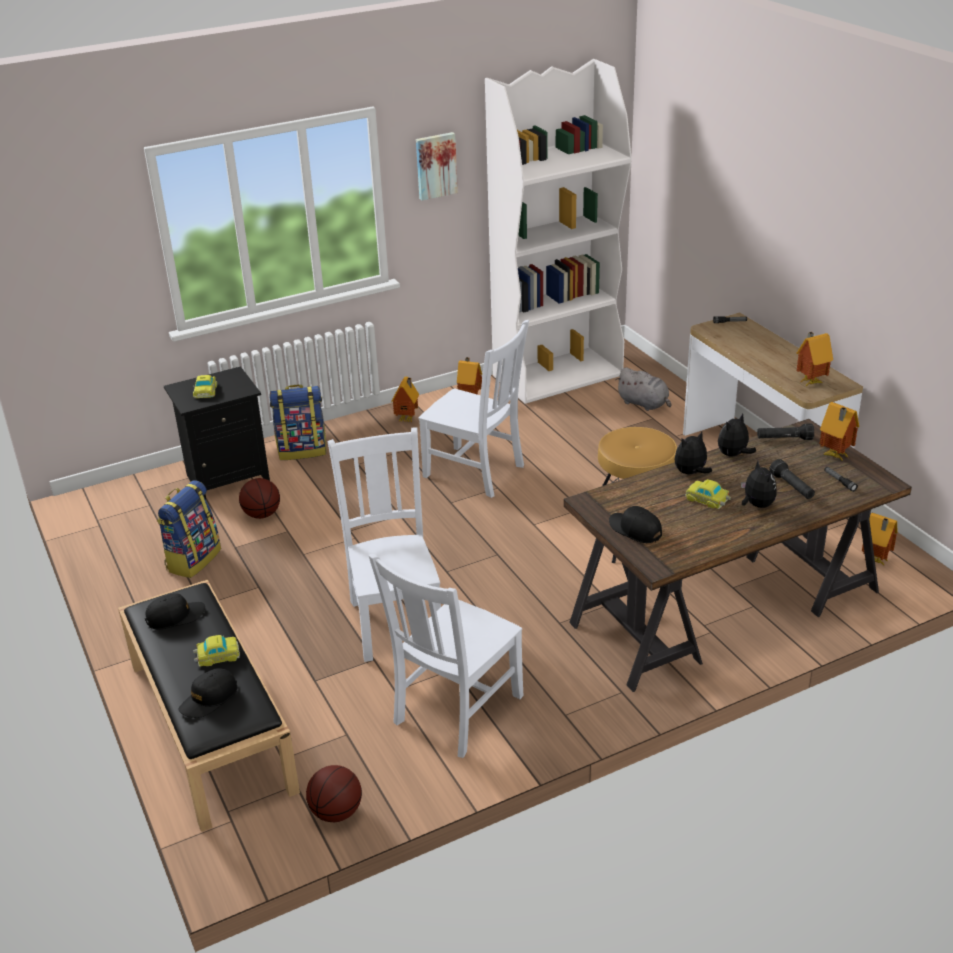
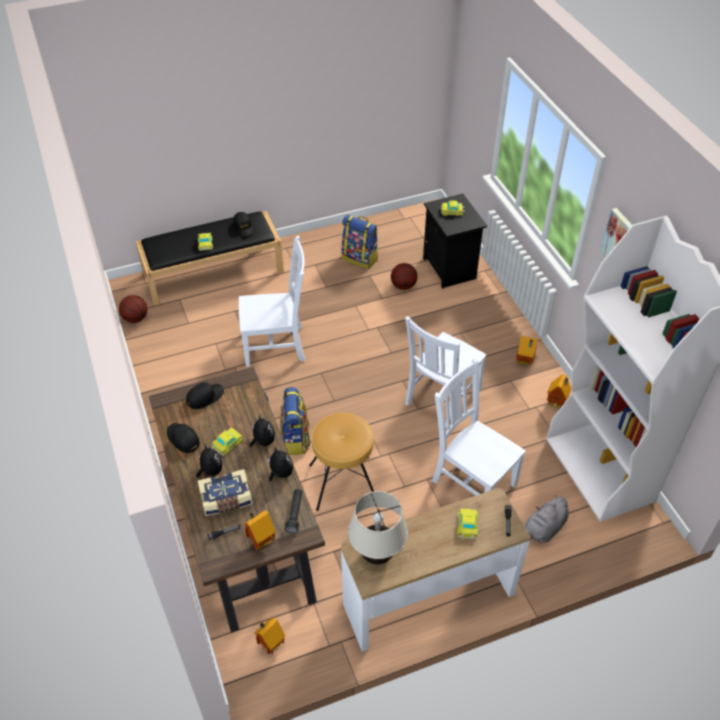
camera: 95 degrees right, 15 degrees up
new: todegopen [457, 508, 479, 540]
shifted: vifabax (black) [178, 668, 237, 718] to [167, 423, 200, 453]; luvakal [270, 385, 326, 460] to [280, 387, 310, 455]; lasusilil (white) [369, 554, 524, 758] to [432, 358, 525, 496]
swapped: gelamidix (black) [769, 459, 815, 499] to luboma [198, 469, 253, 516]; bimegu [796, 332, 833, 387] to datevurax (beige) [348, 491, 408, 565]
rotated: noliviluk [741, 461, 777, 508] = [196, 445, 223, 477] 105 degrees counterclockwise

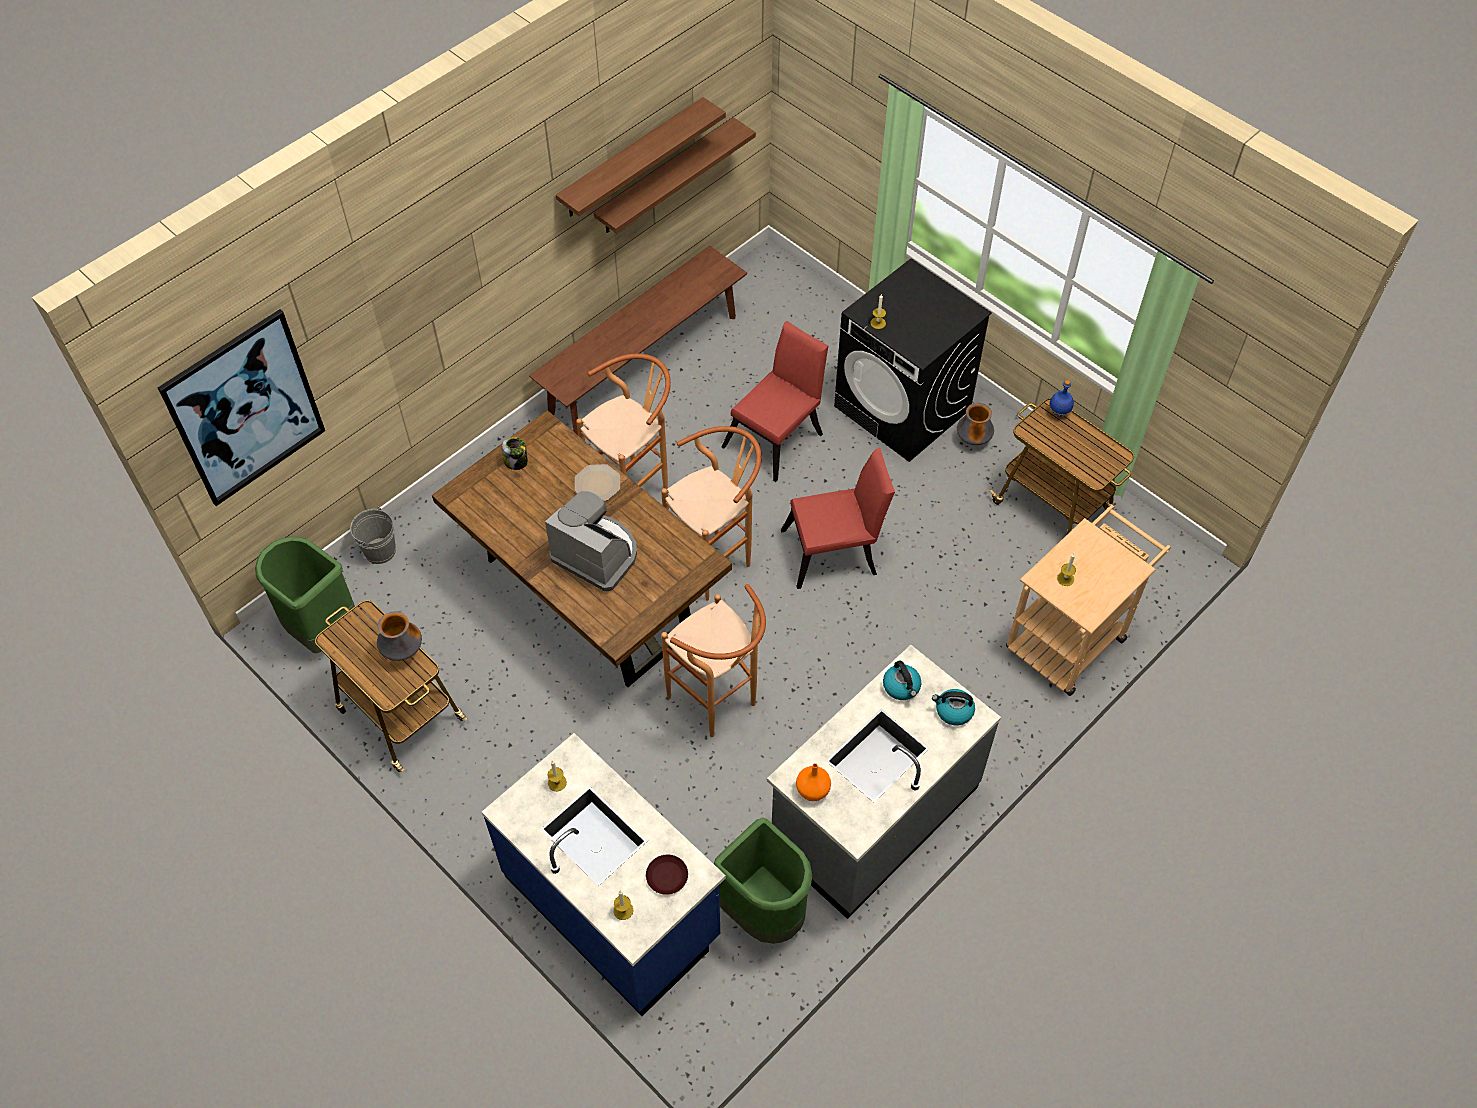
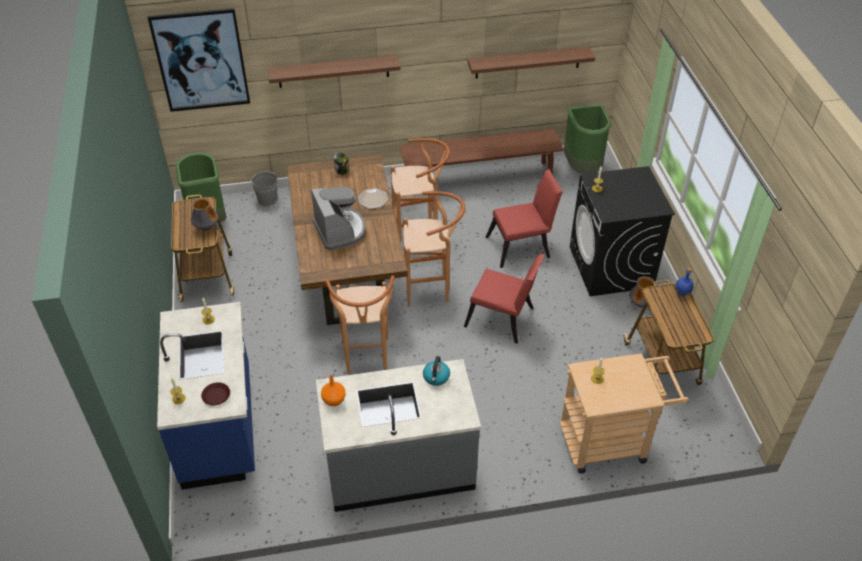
camera: 35 degrees right, 10 degrees down
gone: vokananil [932, 689, 975, 725]
shifted: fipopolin [556, 97, 726, 217] to [268, 55, 401, 88]; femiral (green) [714, 817, 812, 944] to [564, 104, 611, 174]

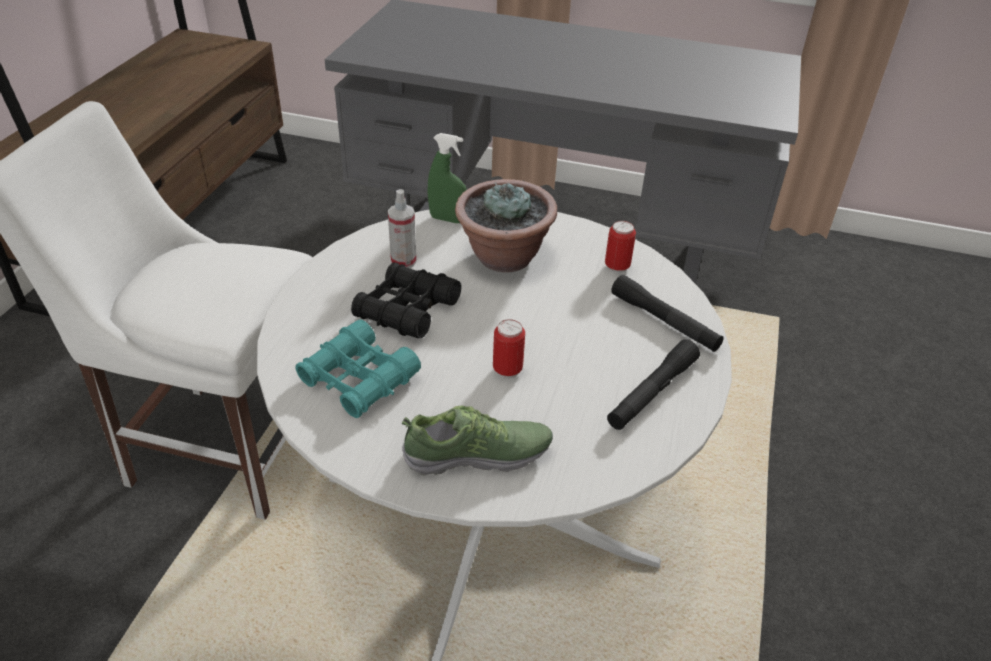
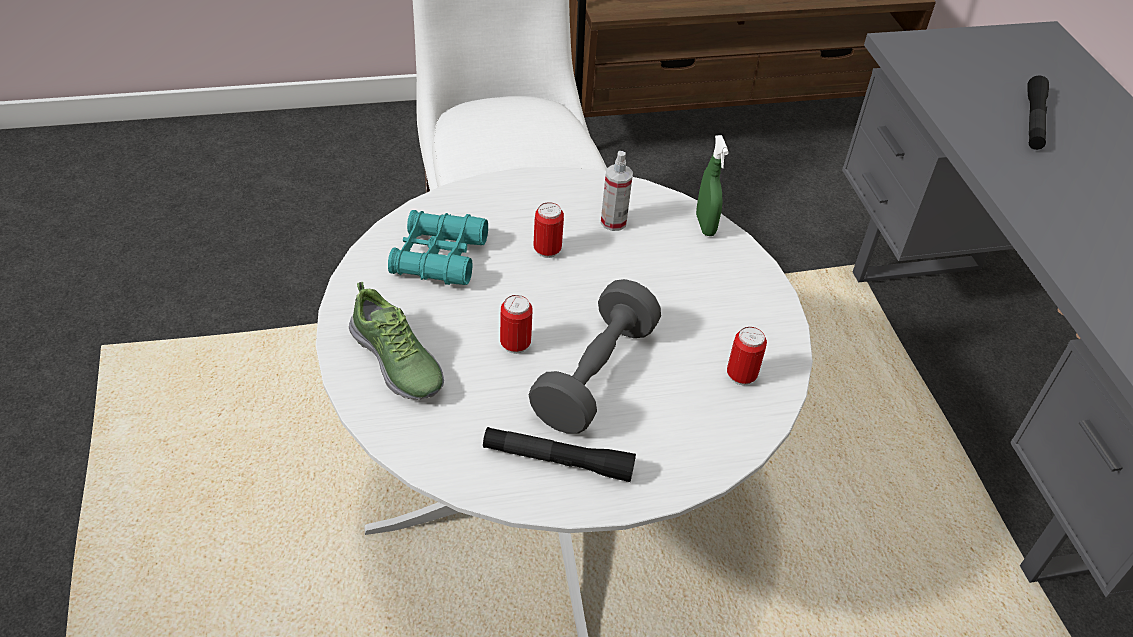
camera: 60 degrees right, 5 degrees up
gone: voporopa [455, 179, 557, 272]
new: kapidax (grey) [529, 279, 661, 434]
shifted: gelamidix (black) [611, 275, 724, 352] to [1027, 75, 1049, 150]
swapped: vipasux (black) [351, 262, 461, 338] to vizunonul [533, 202, 564, 258]

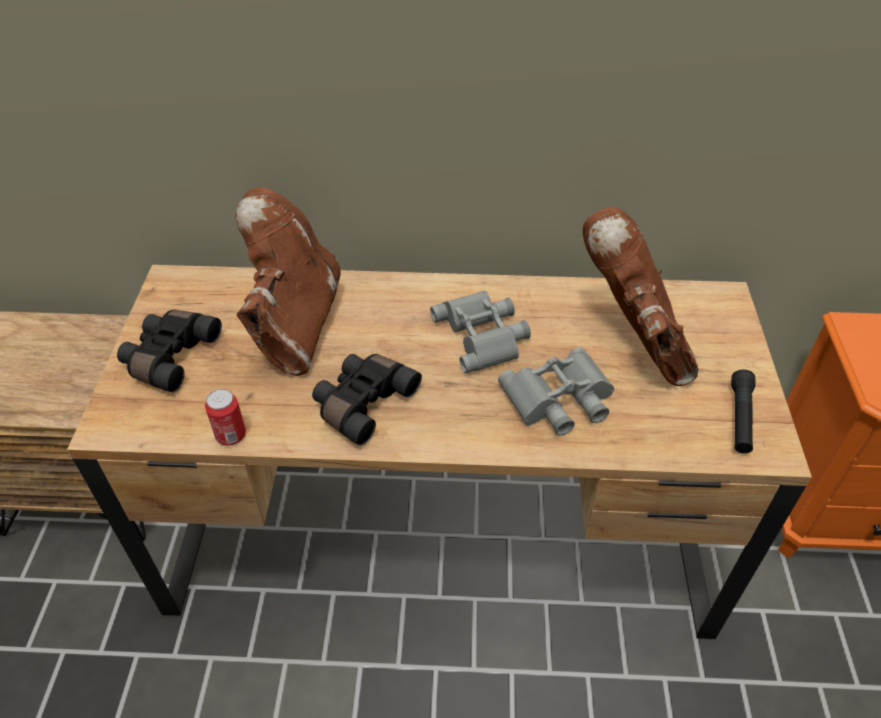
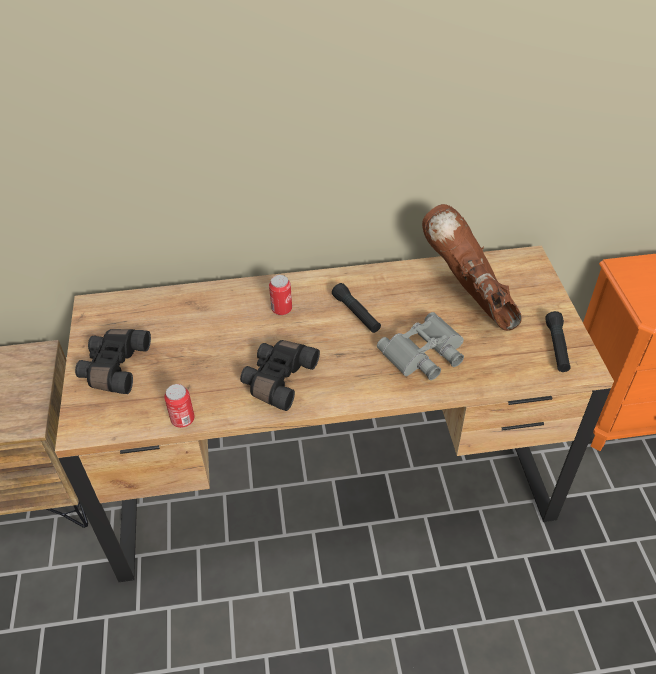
camera: 10 degrees left, 0 degrees up
gone: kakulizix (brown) [236, 187, 341, 376]
new: vizunonul [269, 275, 292, 315]
swapped: vipasux (grey) [430, 291, 531, 373] to gelamidix (black) [332, 283, 381, 333]

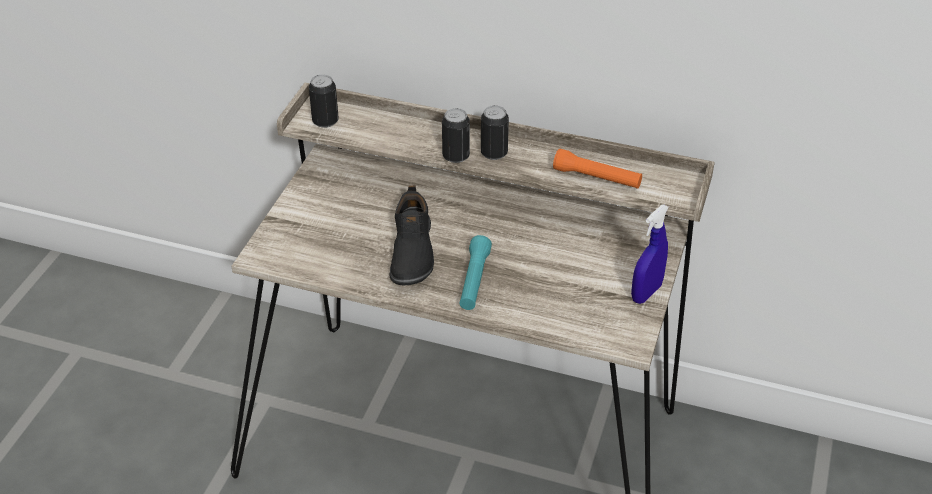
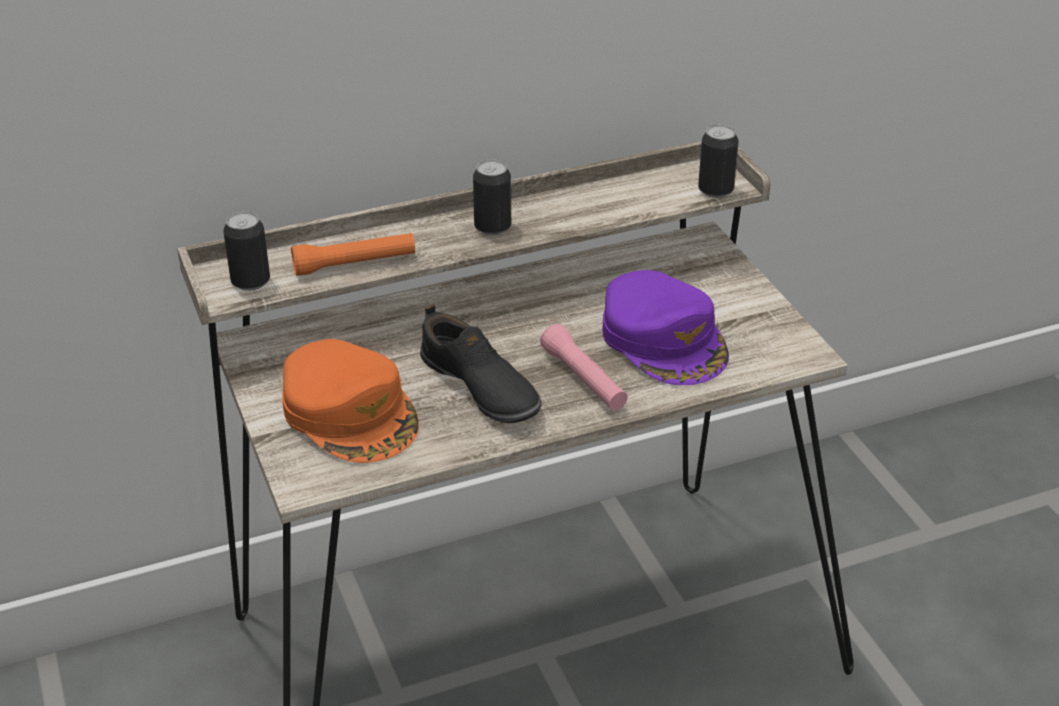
camera: 40 degrees left, 5 degrees down
gone: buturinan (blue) [631, 205, 669, 304]
new: vifabax (orange) [282, 339, 419, 463]; vifabax (purple) [603, 270, 729, 385]
shifted: vizunonul [442, 108, 470, 163] to [698, 124, 739, 198]; gelamidix (orange) [553, 148, 642, 189] to [291, 233, 415, 276]
repainted: gelamidix (turquoise) [459, 235, 492, 310] to gelamidix (pink) [540, 324, 628, 410]

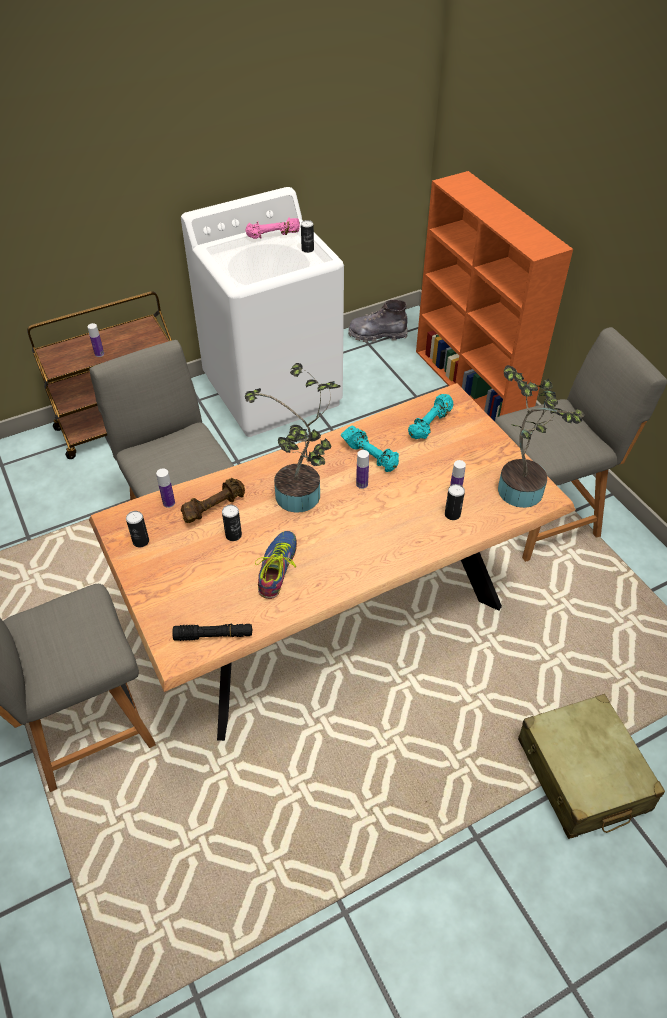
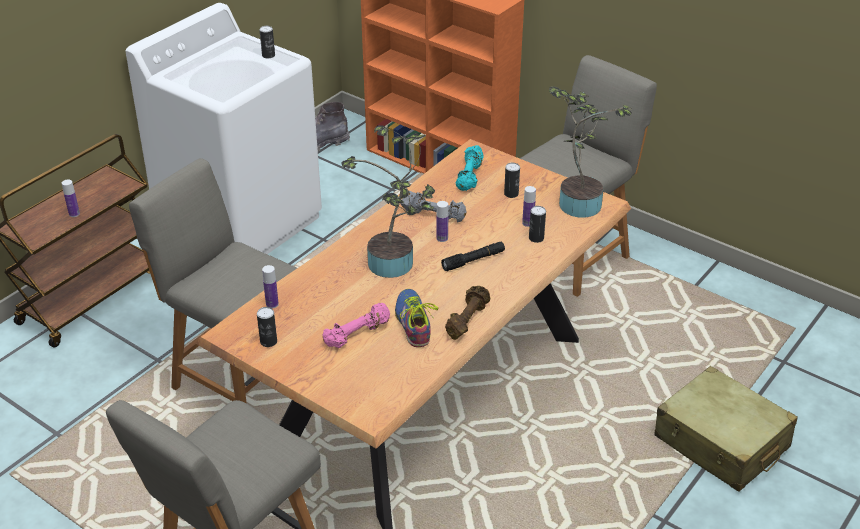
camera: 25 degrees left, 10 degrees down
shifted: gelamidix (black) [173, 623, 252, 641] to [441, 242, 505, 271]; kapidax (brown) [180, 478, 245, 523] to [445, 286, 490, 340]; vizunonul [222, 505, 242, 541] to [504, 163, 520, 198]; kapidax (pink) [245, 218, 300, 239] to [323, 303, 390, 348]
repainted: kapidax (turquoise) [341, 425, 399, 472] to kapidax (grey) [400, 191, 467, 222]

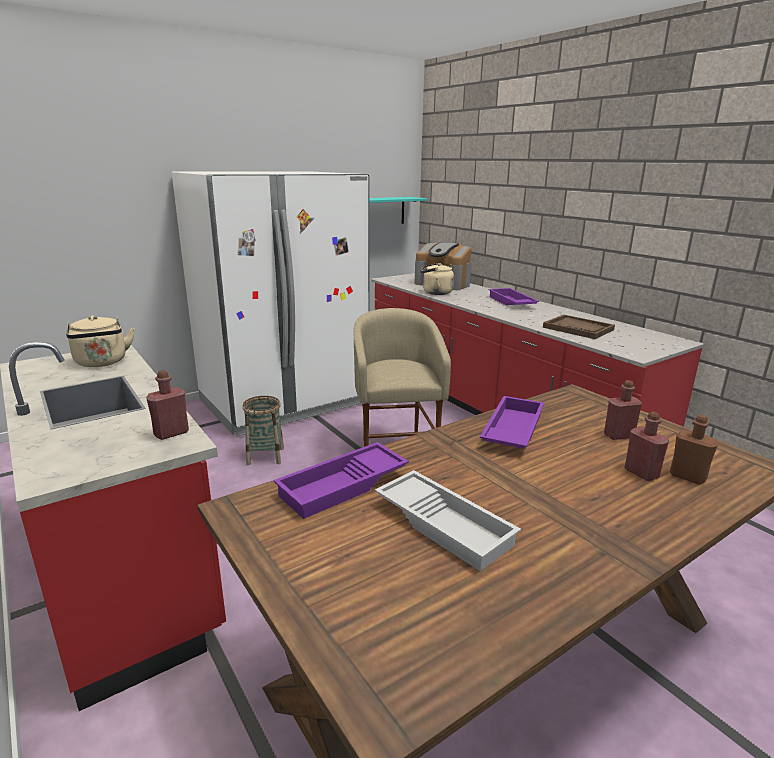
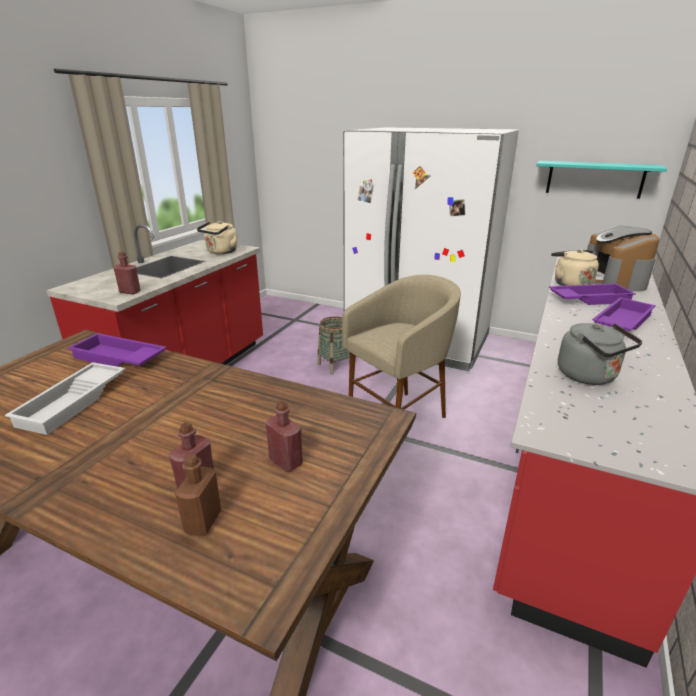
camera: 60 degrees right, 5 degrees up
shifted: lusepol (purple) [480, 396, 544, 449] to [549, 284, 636, 305]
swapped: lusepol (brown) [543, 315, 615, 339] to vokananil (grey) [558, 323, 642, 385]

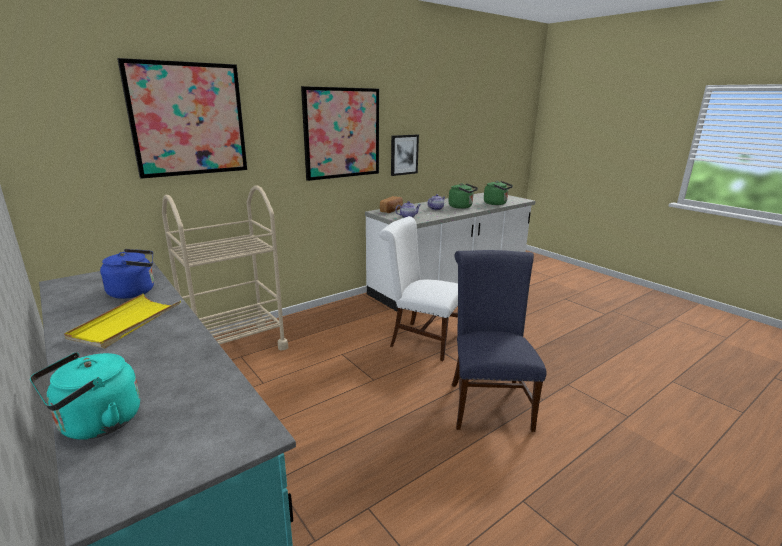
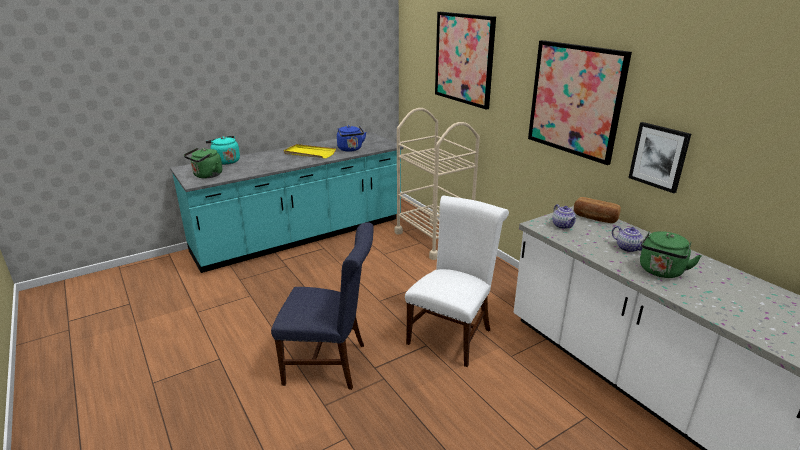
camera: 95 degrees right, 5 degrees up
shifted: vokananil (green) [484, 181, 513, 205] to [184, 148, 222, 178]

